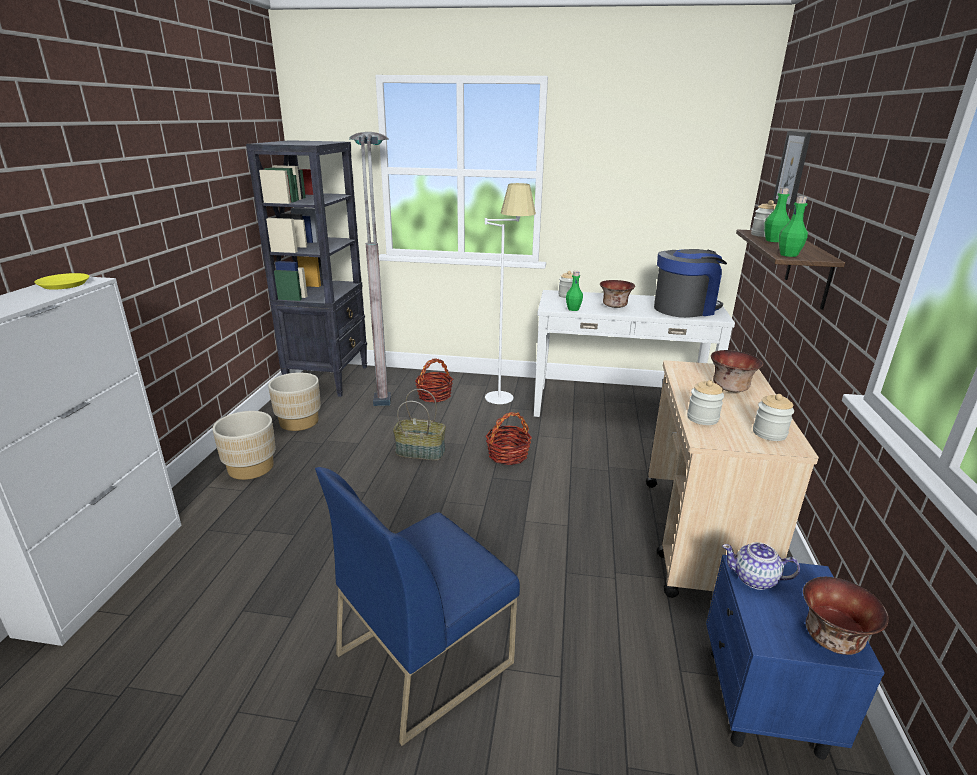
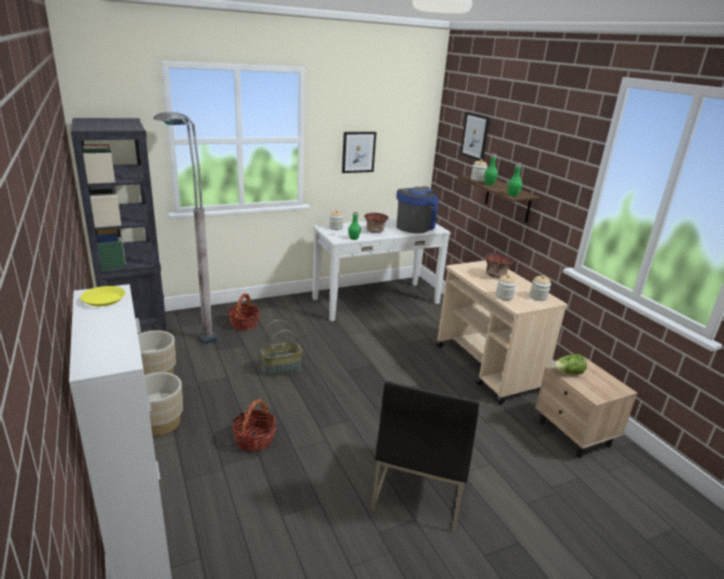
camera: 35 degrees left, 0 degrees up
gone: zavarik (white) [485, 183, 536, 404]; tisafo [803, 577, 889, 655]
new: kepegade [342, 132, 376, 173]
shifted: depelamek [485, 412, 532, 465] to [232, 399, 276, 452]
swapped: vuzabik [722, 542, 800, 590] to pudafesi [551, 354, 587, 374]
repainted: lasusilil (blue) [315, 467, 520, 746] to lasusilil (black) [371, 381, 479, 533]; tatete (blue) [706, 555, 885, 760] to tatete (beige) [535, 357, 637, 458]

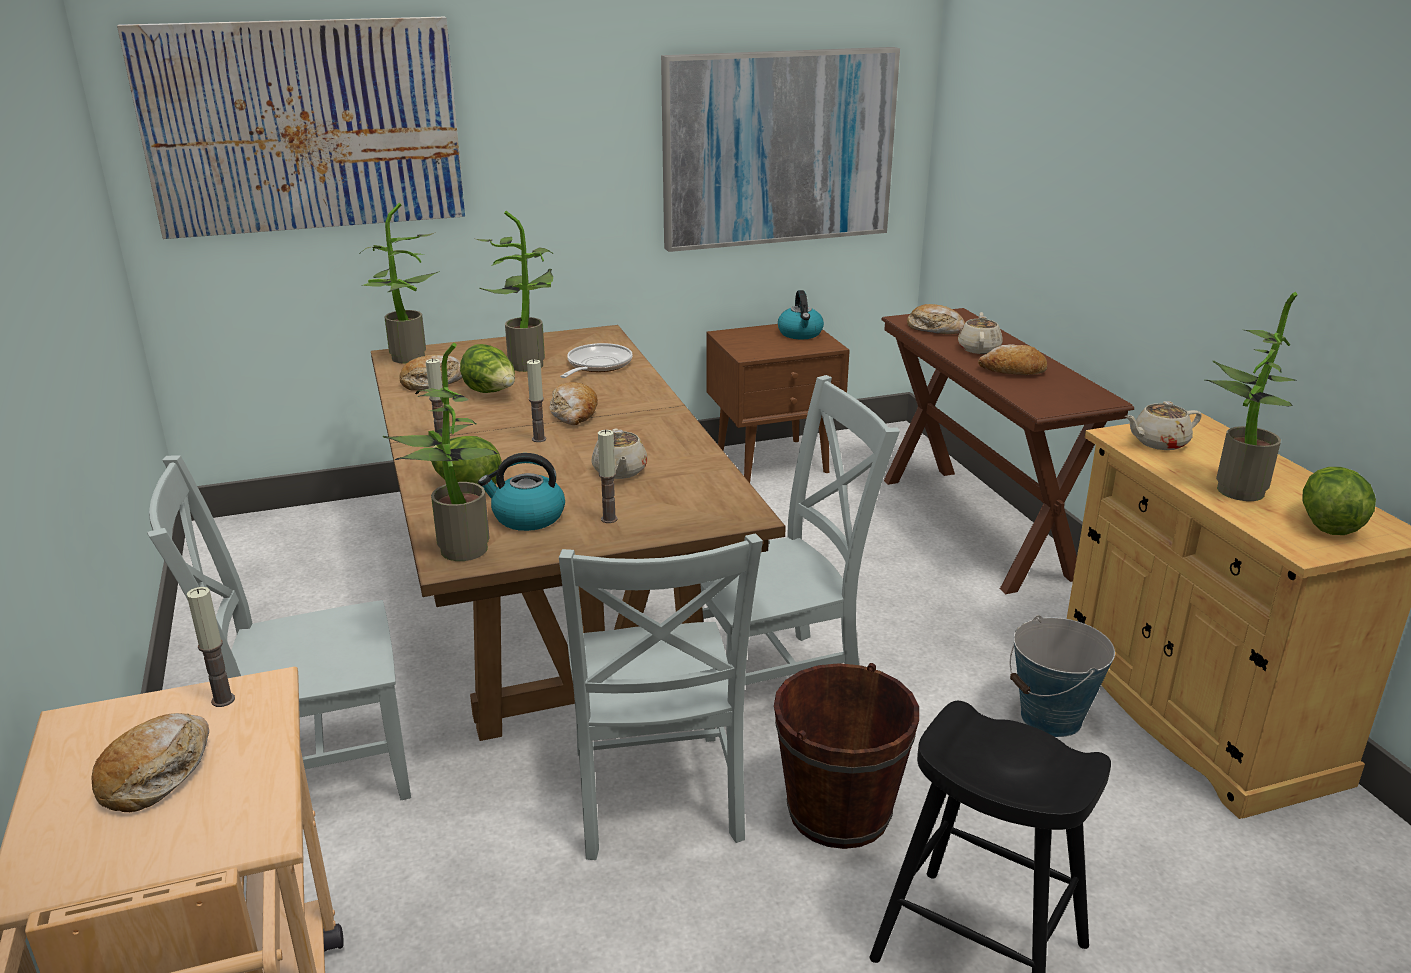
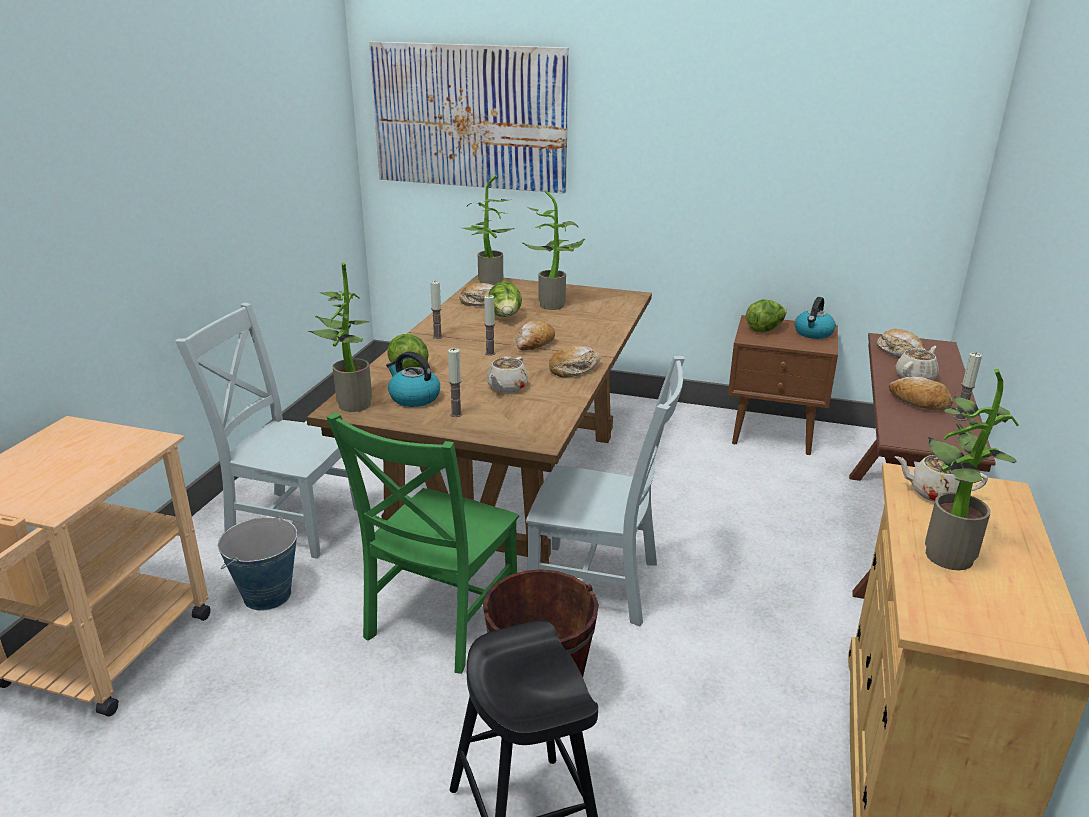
camera: 35 degrees right, 0 degrees up
gone: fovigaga [560, 343, 633, 378]; kepegade [661, 47, 900, 252]
shifted: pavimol [91, 713, 209, 812] to [549, 346, 601, 378]; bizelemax [187, 587, 235, 707] to [954, 353, 982, 421]; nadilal [1010, 615, 1115, 737] to [218, 516, 297, 611]; pudafesi [1302, 467, 1376, 535] to [746, 299, 787, 332]
repainted: lasusilil (grey) [559, 534, 763, 860] to lasusilil (green) [326, 413, 519, 674]

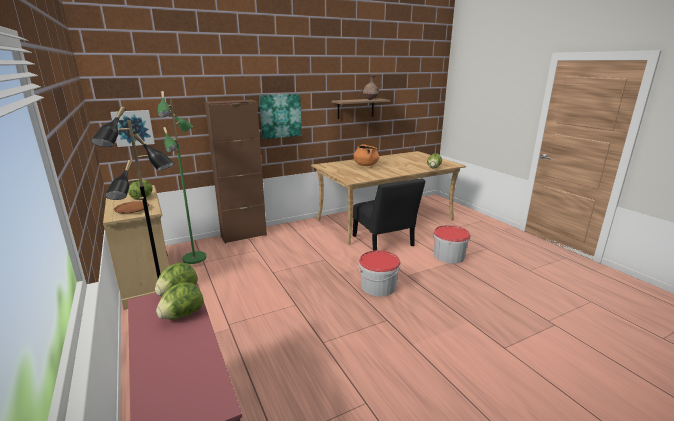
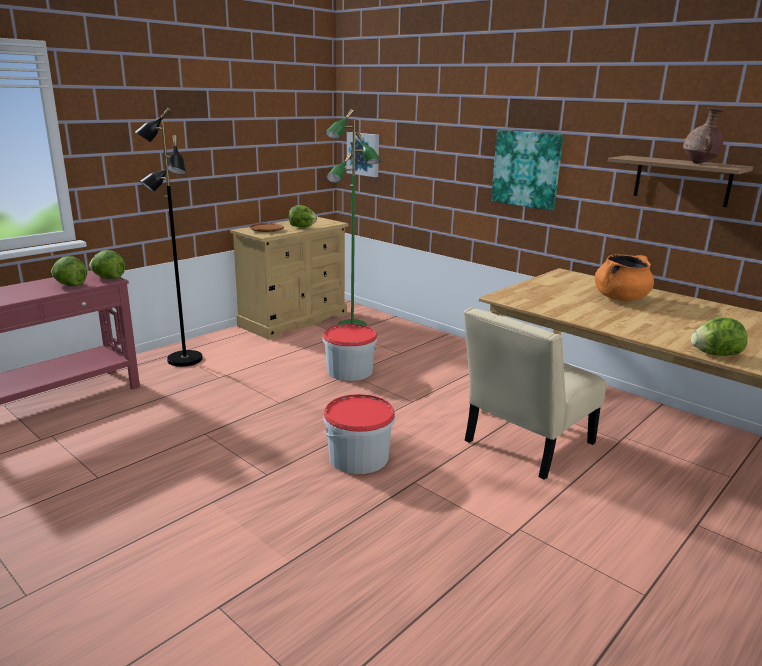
camera: 70 degrees right, 0 degrees up
gone: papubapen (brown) [205, 100, 267, 244]
shifted: nadilal [433, 225, 470, 264] to [323, 324, 377, 381]
repainted: lasusilil (black) [353, 178, 426, 251] to lasusilil (beige) [464, 307, 607, 480]

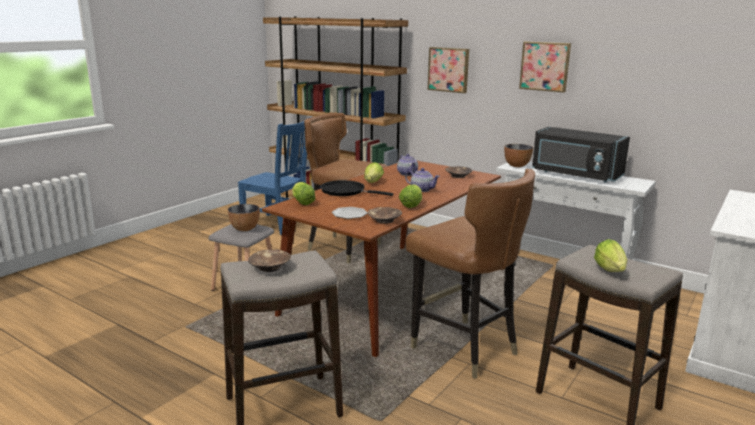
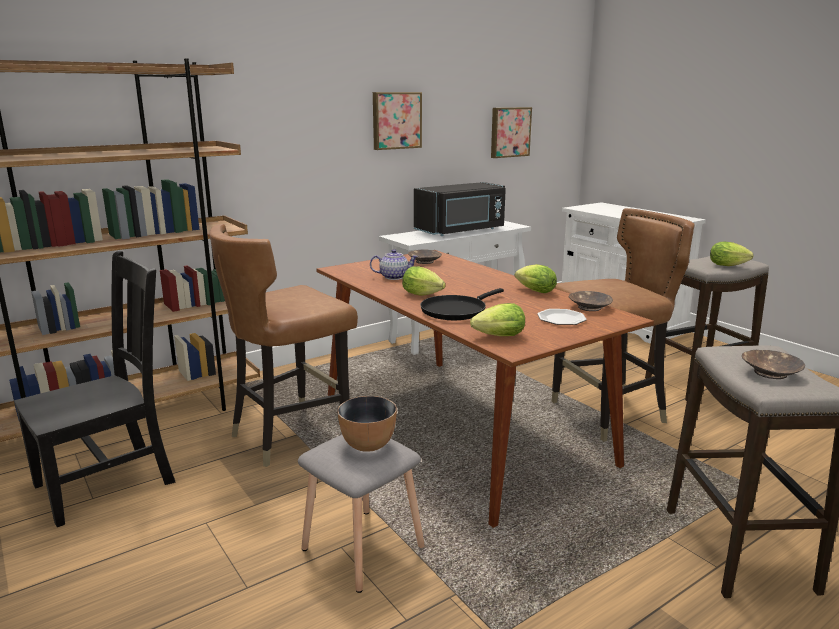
camera: 70 degrees left, 0 degrees up
gone: vuzabik [405, 168, 440, 192]; tisafo [504, 144, 533, 167]
shifted: kepegade [428, 47, 469, 93] to [491, 107, 532, 158]
repainted: lasusilil (blue) [238, 116, 312, 236] to lasusilil (black) [14, 251, 175, 527]

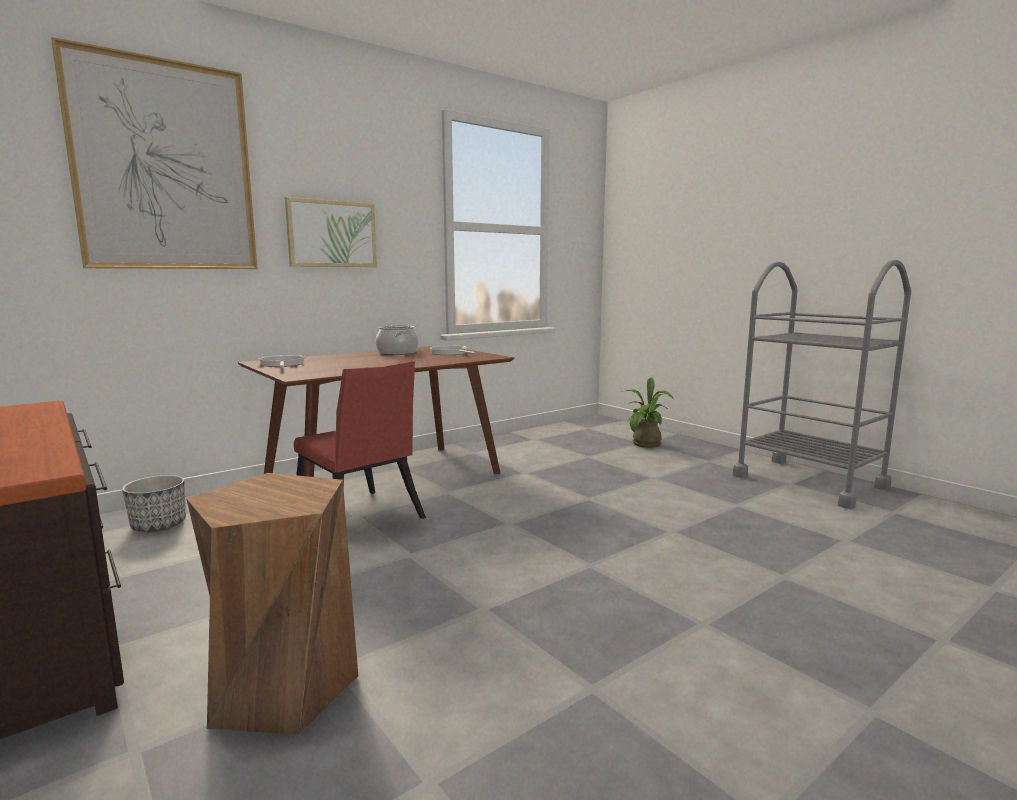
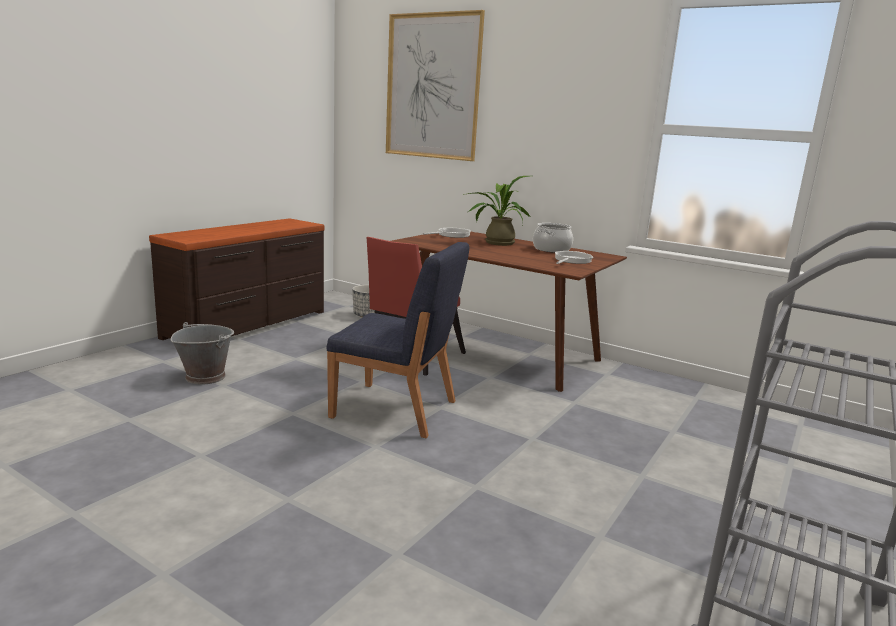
camera: 70 degrees right, 5 degrees up
gone: kepegade [285, 197, 377, 267]
new: lasusilil (blue) [326, 242, 469, 438]
shifted: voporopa [621, 378, 674, 448] to [463, 176, 531, 246]
swapped: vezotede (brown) [186, 473, 358, 735] to nadilal (grey) [170, 322, 234, 385]

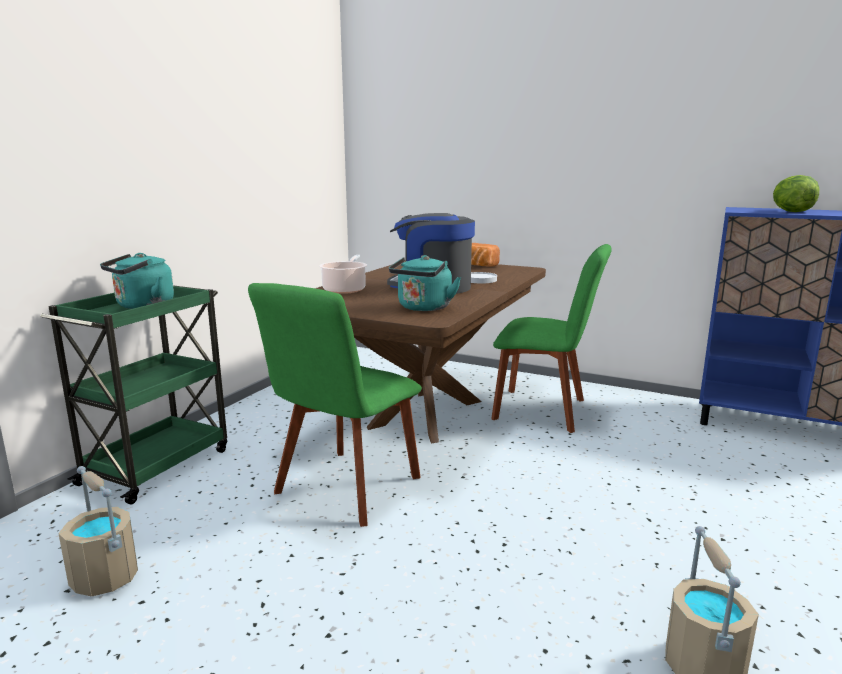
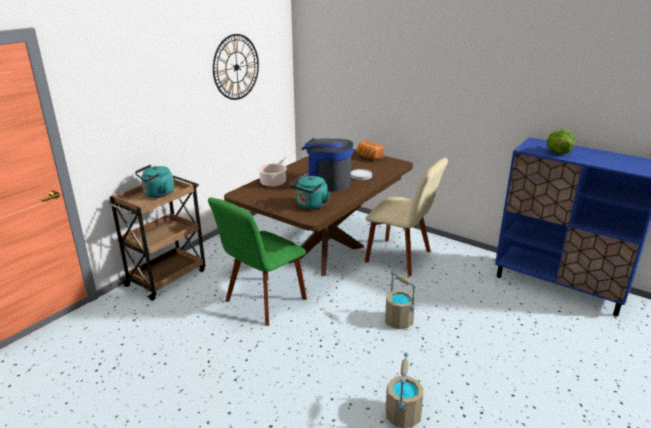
camera: 10 degrees right, 10 degrees up
new: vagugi [213, 34, 259, 100]
shifted: nadilal (beige) [58, 466, 138, 597] to [385, 271, 416, 329]
repainted: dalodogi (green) [40, 285, 227, 504] to dalodogi (brown) [106, 176, 205, 301]; lasusilil (green) [491, 244, 612, 433] to lasusilil (beige) [364, 157, 448, 276]

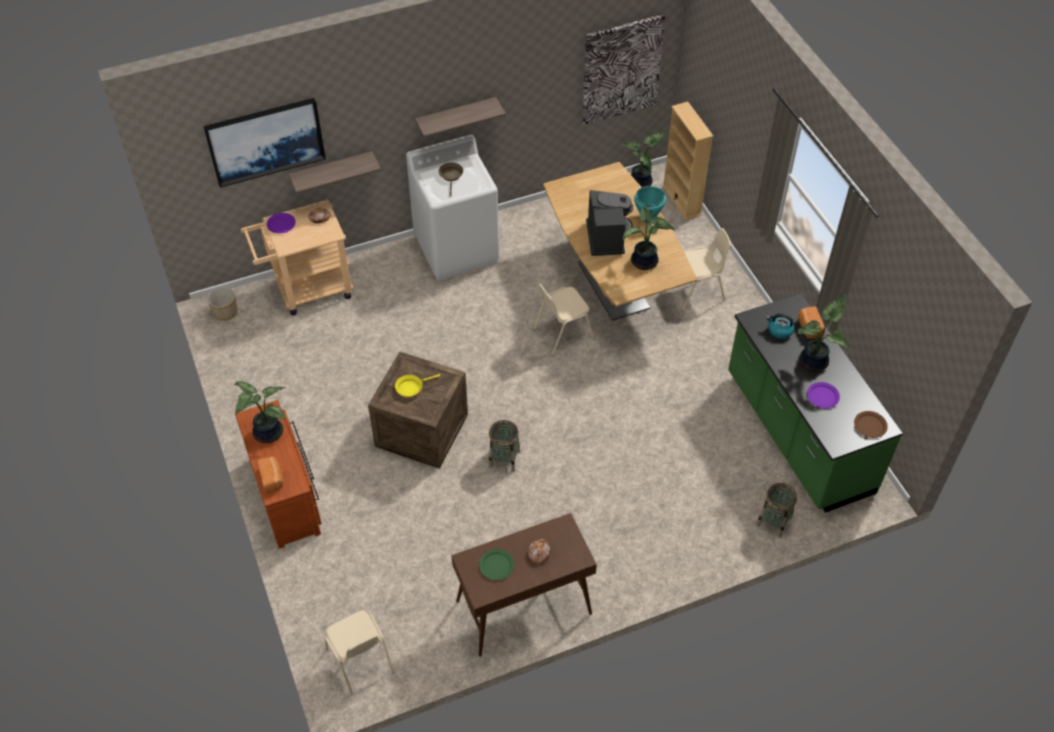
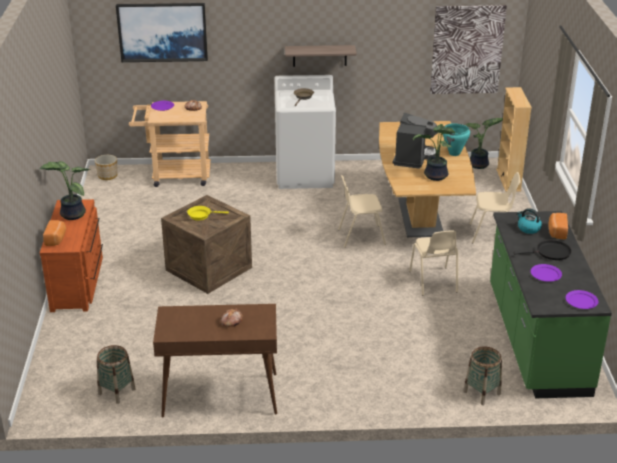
camera: 20 degrees right, 20 degrees down
gone: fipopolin [289, 151, 381, 194]; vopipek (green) [479, 549, 514, 580]
shifted: lasusilil (beige) [324, 611, 394, 695] to [409, 230, 458, 296]; depelamek [489, 420, 520, 472] to [97, 345, 136, 404]
swapped: voporopa [797, 294, 850, 372] to fovigaga (black) [514, 240, 572, 260]
repainted: vopipek (brown) [854, 411, 888, 438] to vopipek (purple) [565, 290, 599, 309]

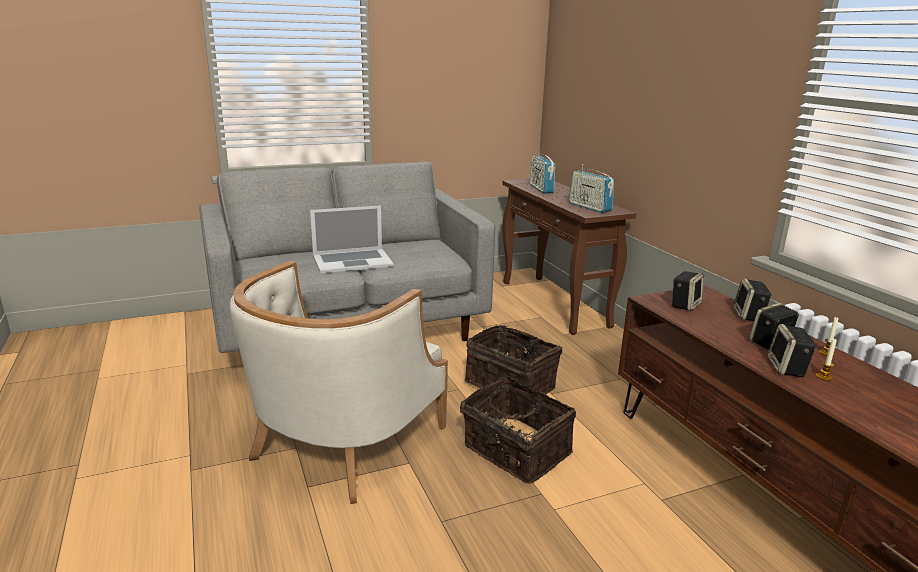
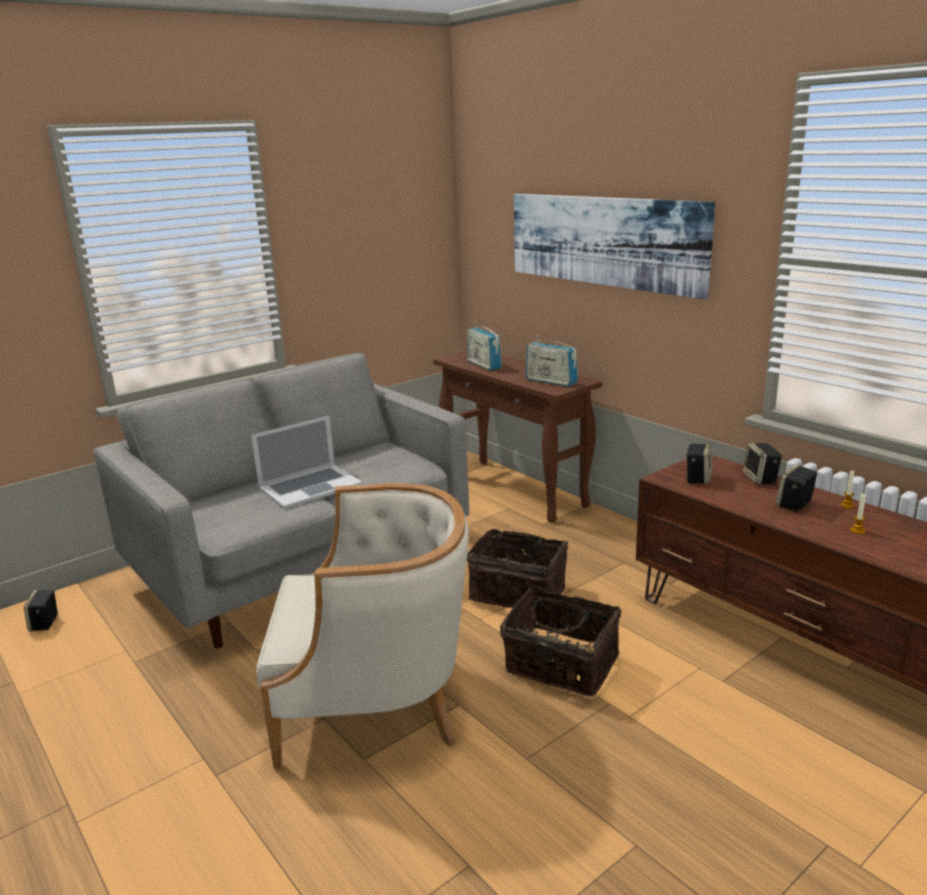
camera: 15 degrees left, 0 degrees up
new: kepegade [514, 194, 715, 300]
shifted: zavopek [768, 324, 816, 377] to [24, 590, 58, 631]
rotated: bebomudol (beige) [230, 260, 448, 504] = [256, 483, 469, 769] 105 degrees counterclockwise

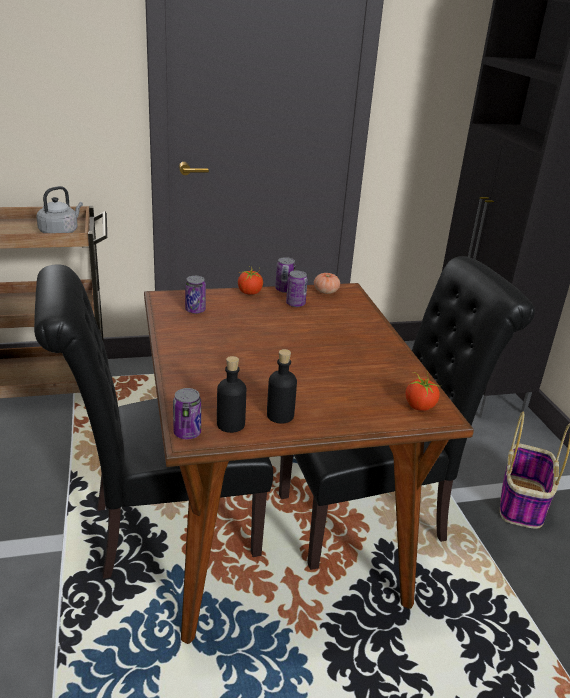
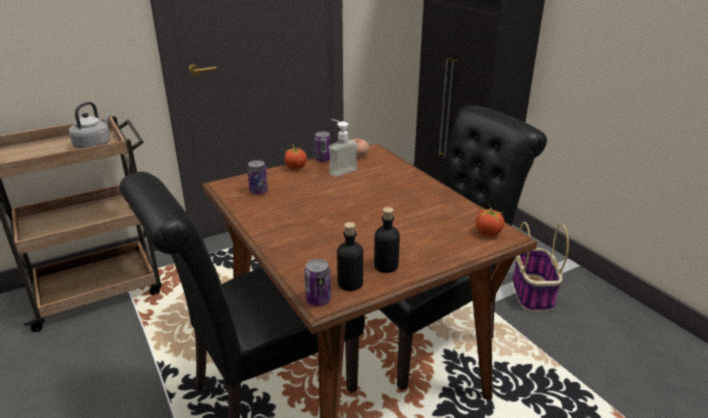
camera: 15 degrees left, 0 degrees up
swapped: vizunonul [286, 271, 308, 307] to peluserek [328, 119, 358, 177]

